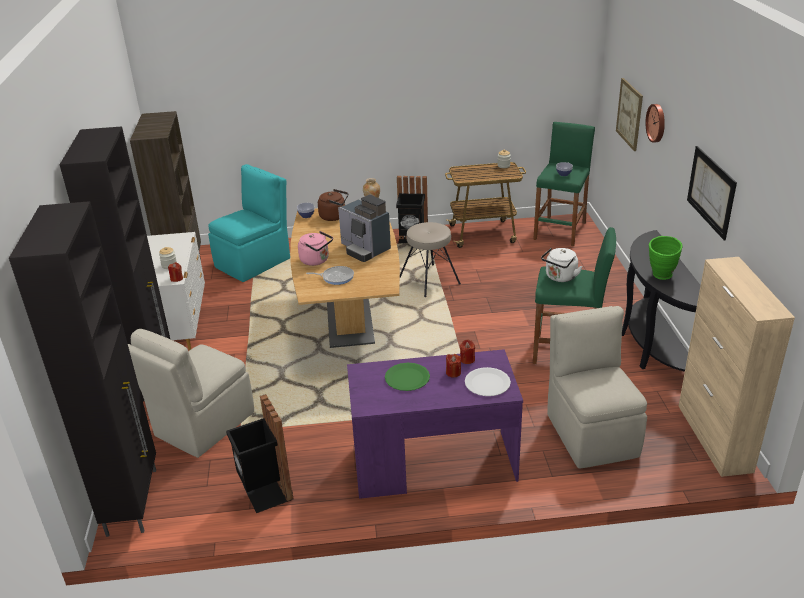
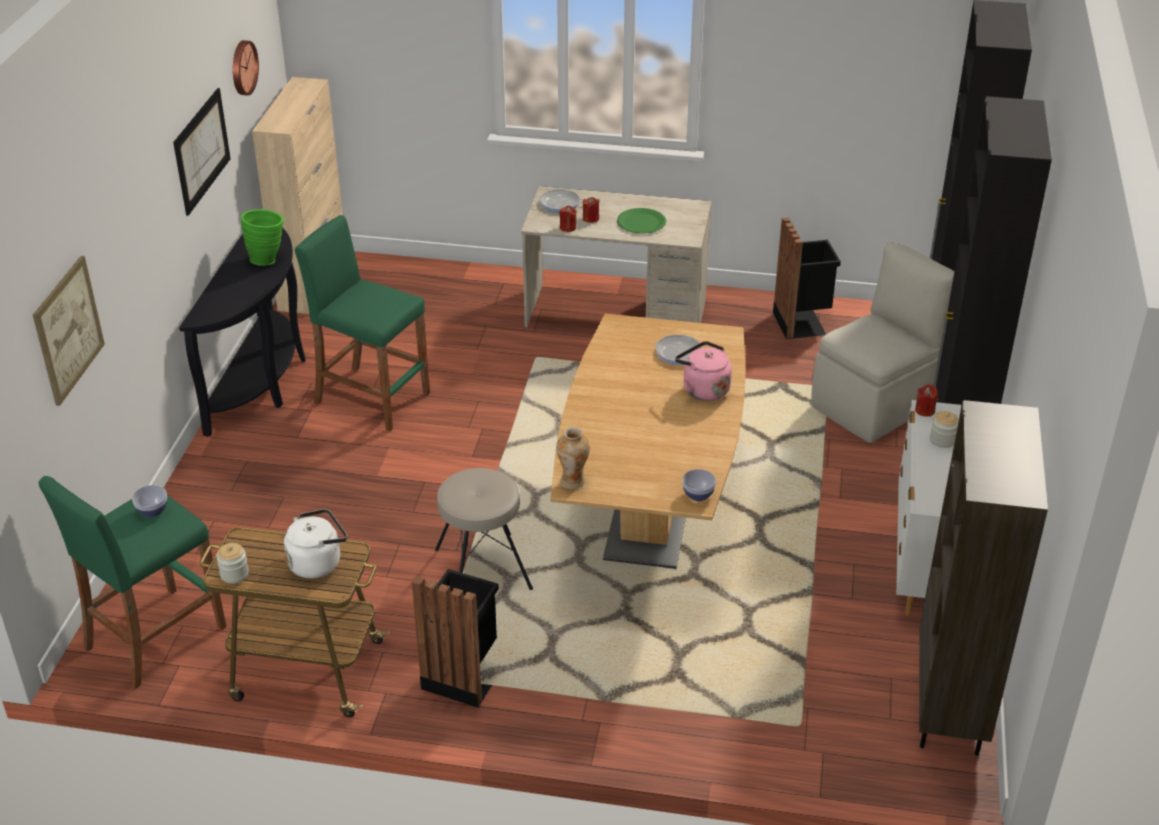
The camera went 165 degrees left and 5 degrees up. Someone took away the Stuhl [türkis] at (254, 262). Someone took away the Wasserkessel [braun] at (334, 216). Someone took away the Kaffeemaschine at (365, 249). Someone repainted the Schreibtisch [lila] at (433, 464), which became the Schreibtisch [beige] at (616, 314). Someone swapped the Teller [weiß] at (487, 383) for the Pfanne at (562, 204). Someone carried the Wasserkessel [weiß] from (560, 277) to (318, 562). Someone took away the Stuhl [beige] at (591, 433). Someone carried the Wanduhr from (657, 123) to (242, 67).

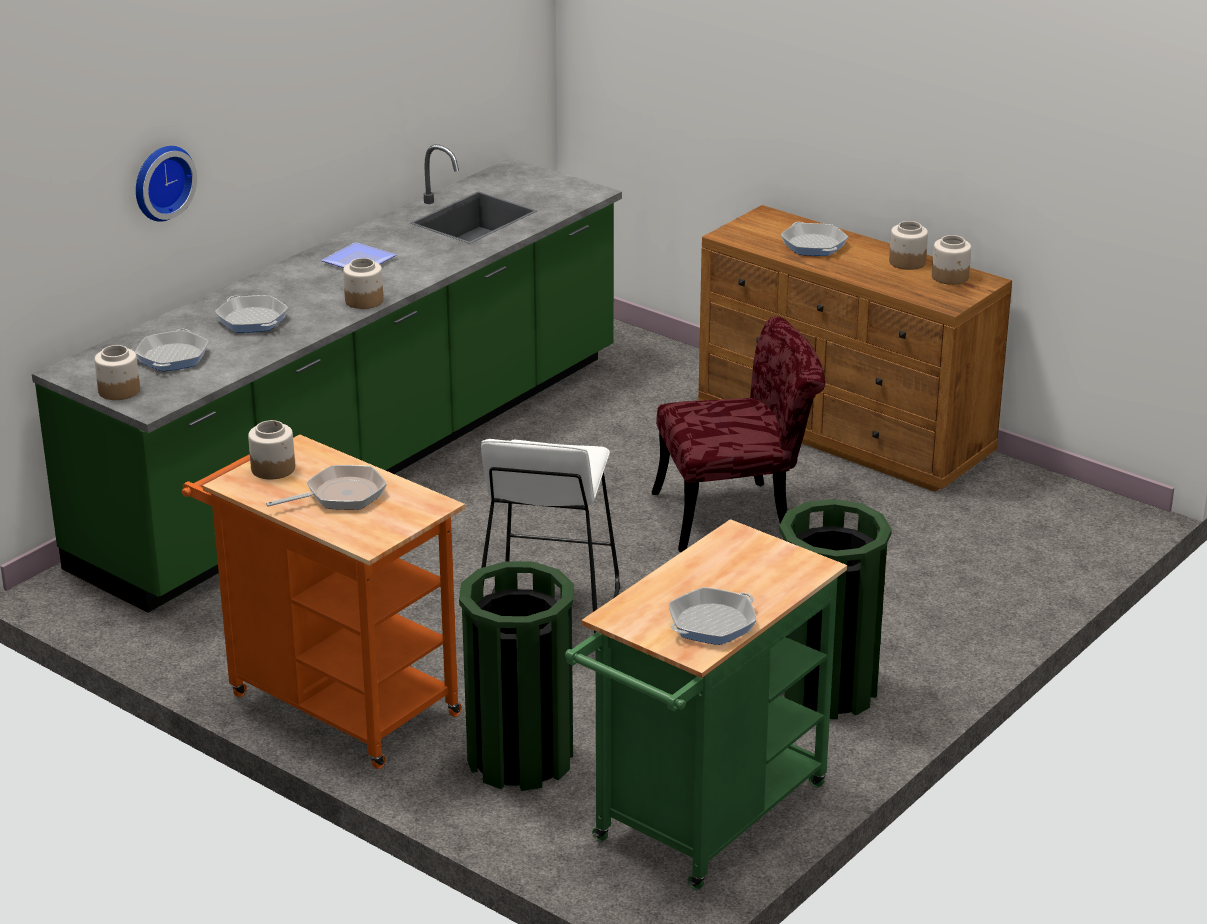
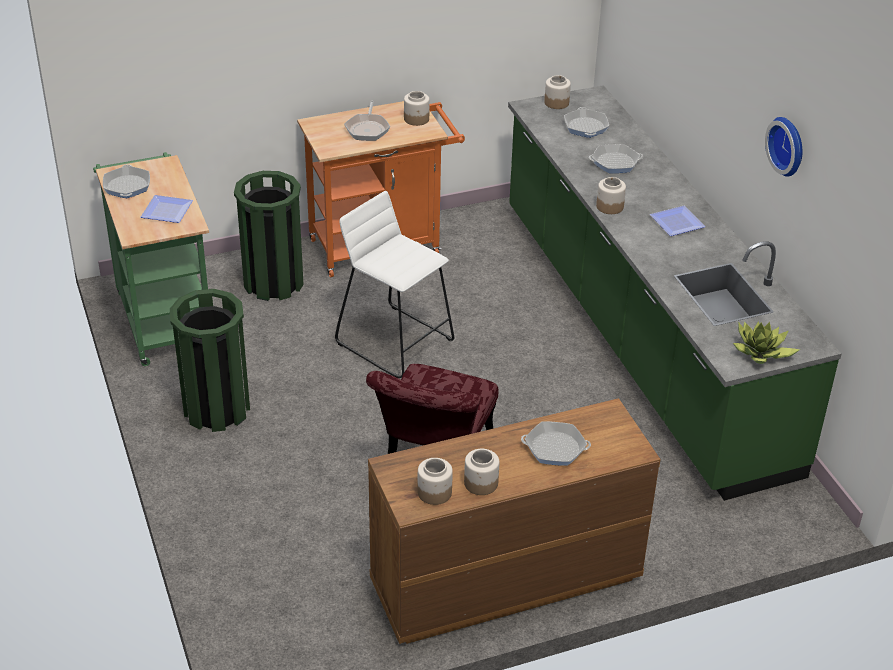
The camera went 120 degrees right and 10 degrees up. Someone rotated the Pfanne at (172, 357) by 135 degrees counterclockwise. Someone carried the Wanduhr from (161, 181) to (789, 145). Someone put down the Teller at (169, 210). Someone put down the Topfpflanze at (761, 352).

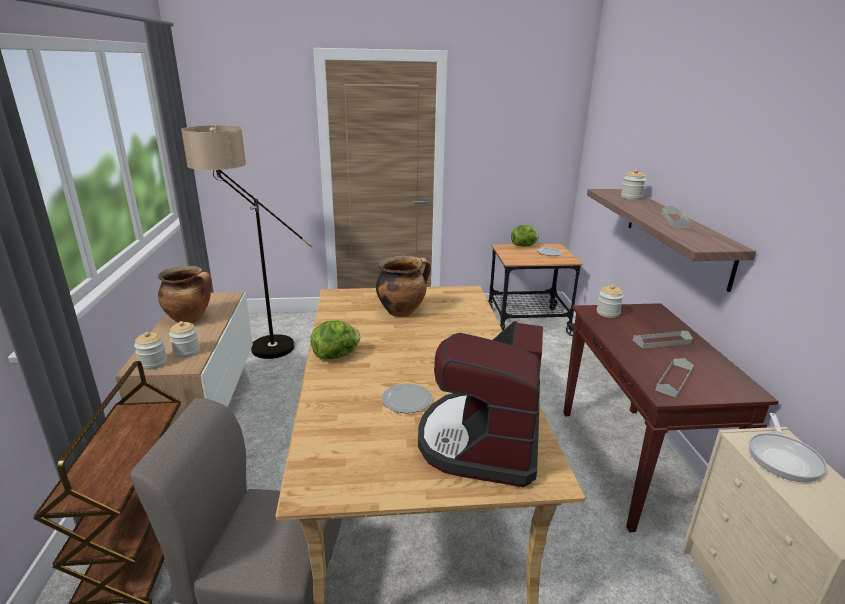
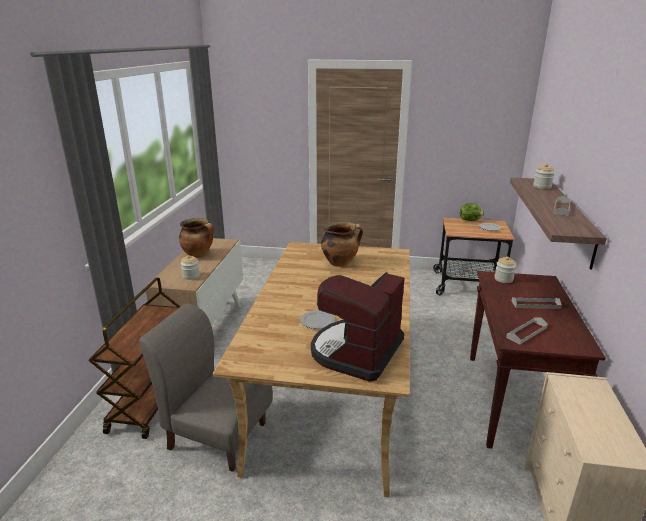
The camera went 15 degrees right and 0 degrees up. Someone took away the Vorratsglas at (153, 363). Someone took away the Stehlampe at (256, 346). Someone took away the Salatkopf at (336, 356). Someone took away the Pfanne at (783, 458).

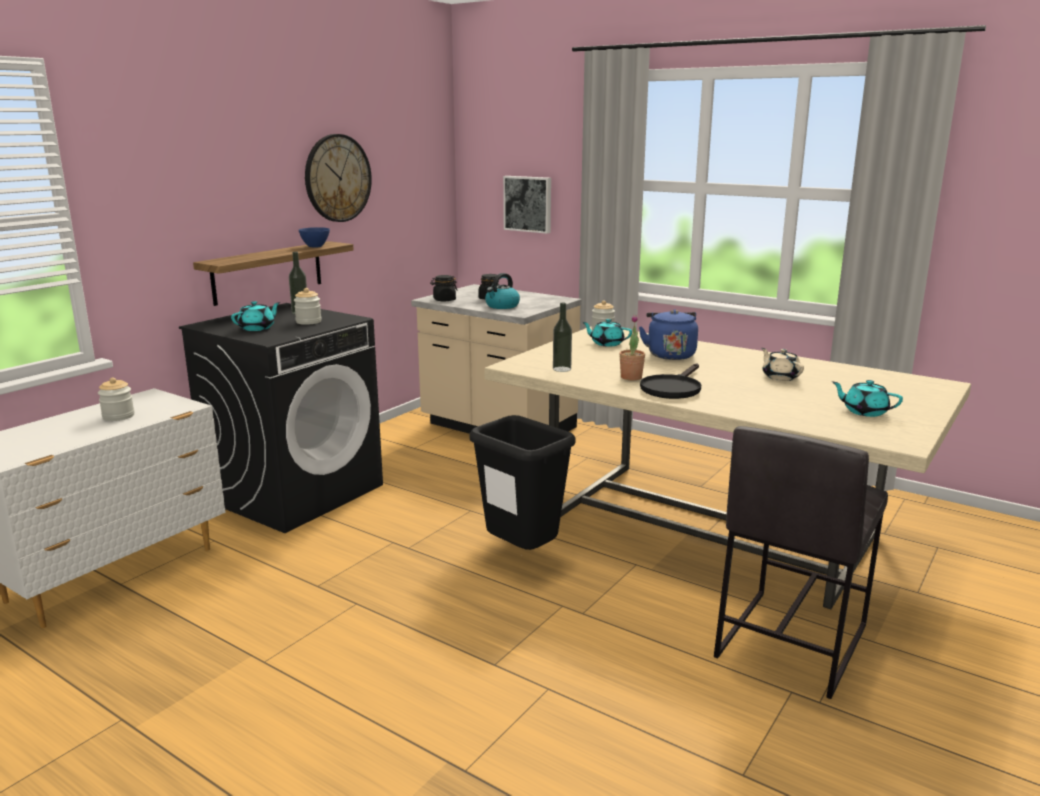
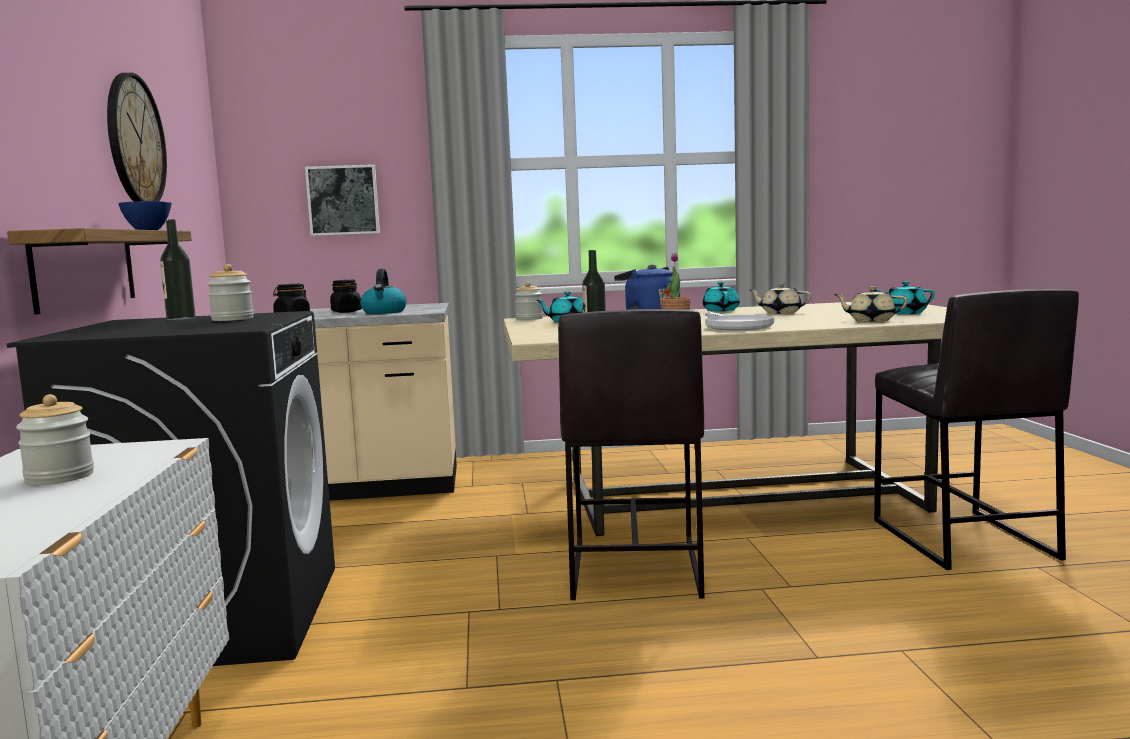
The camera went 40 degrees left and 10 degrees down. Someone carried the Teekanne [türkis] from (257, 328) to (721, 310). Someone swapped the Mülleimer [schwarz] at (521, 555) for the Hocker [grau] at (633, 568). Someone repainted the Pfanne [schwarz] at (673, 388), which became the Pfanne [weiß] at (734, 326). Someone put down the Teekanne [beige] at (870, 320).

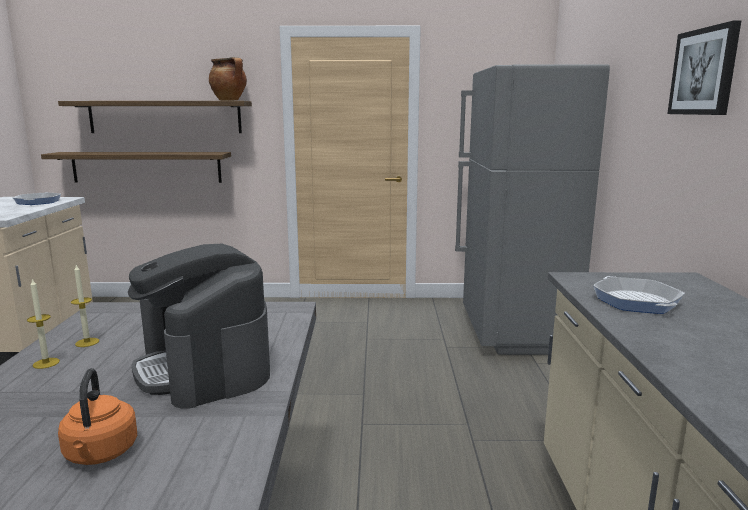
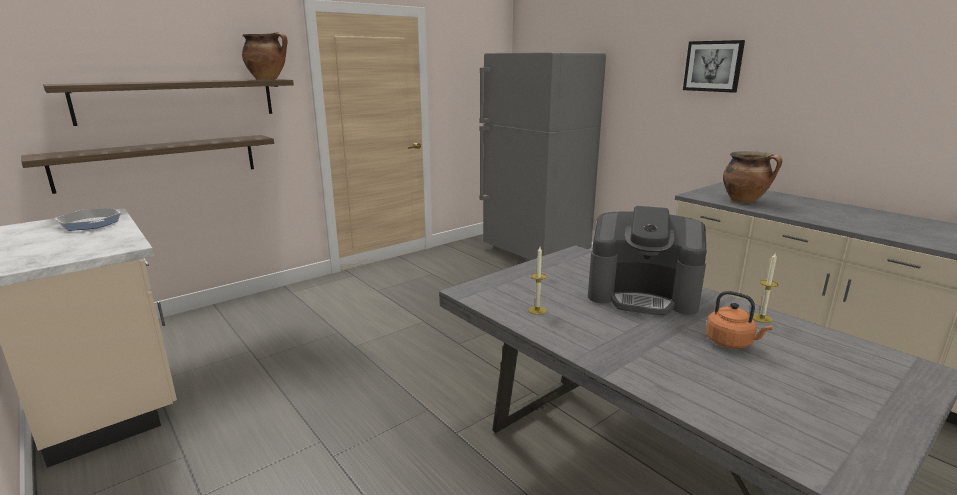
The camera went 40 degrees left and 5 degrees up. Someone carried the Kerze from (46, 363) to (761, 318). Someone swapped the Pfanne at (636, 301) for the Kochtopf at (745, 200).

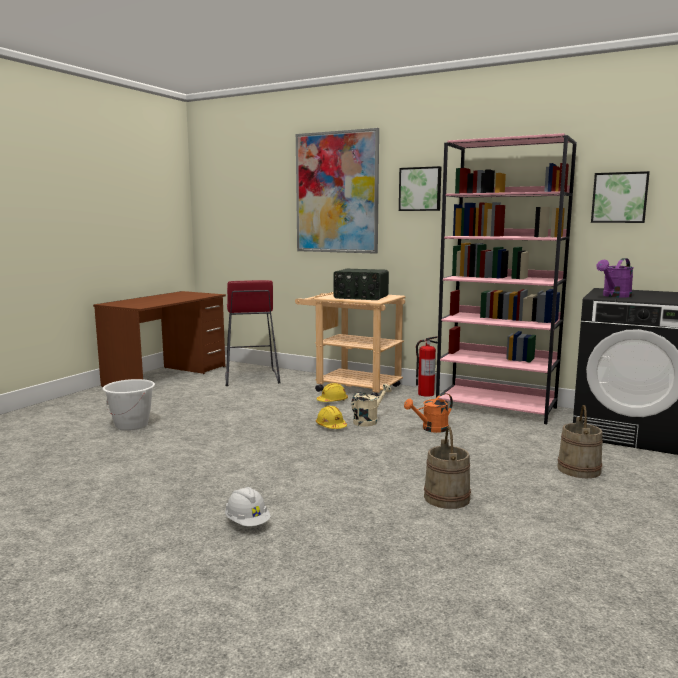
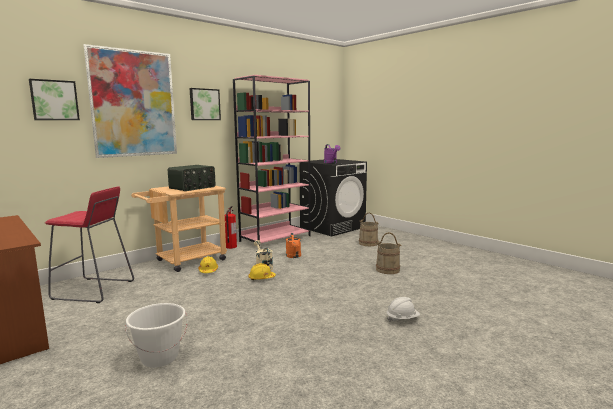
The camera went 70 degrees left and 0 degrees up. Someone carried the Bild from (619, 197) to (54, 100).

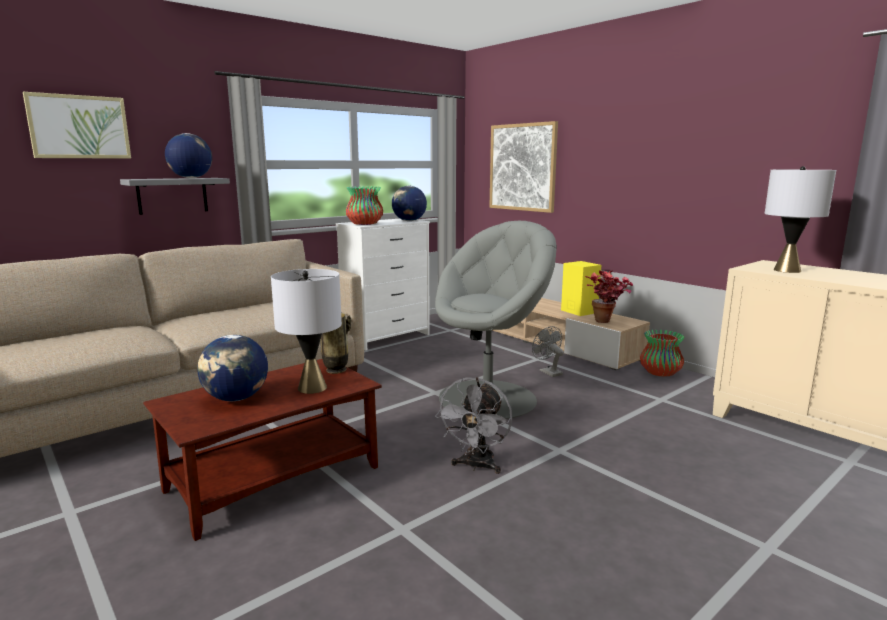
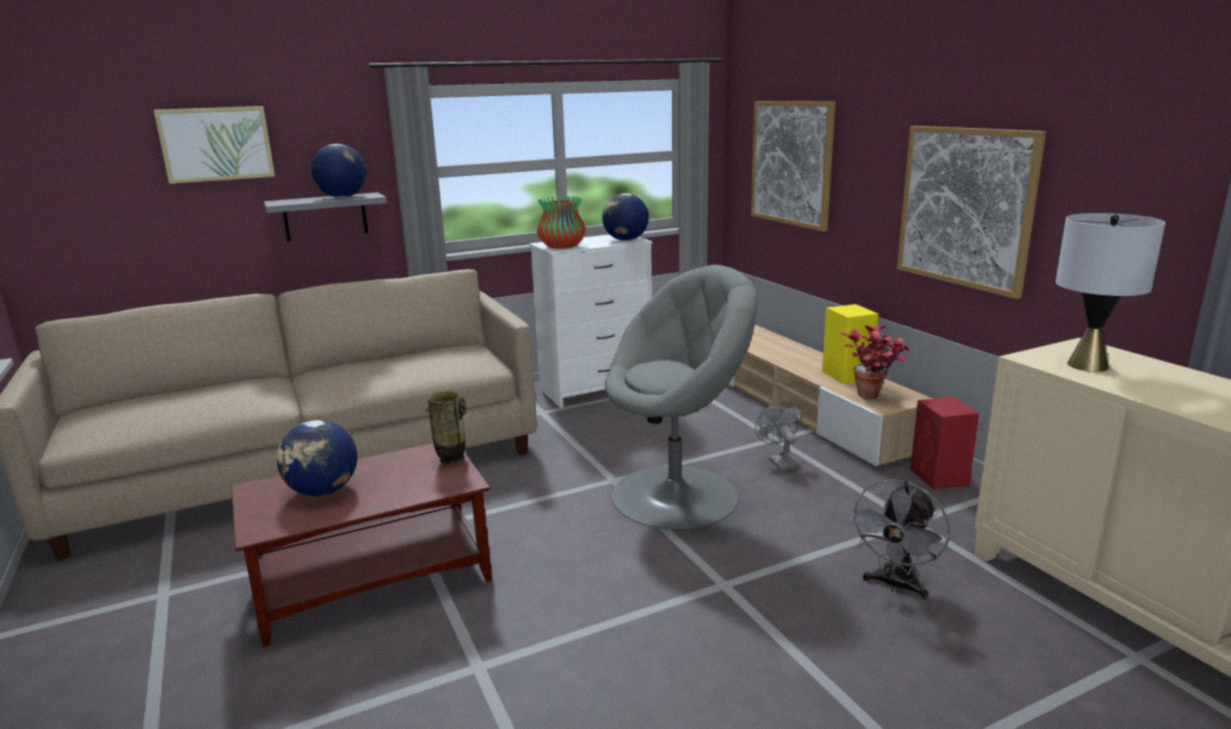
The camera went 15 degrees right and 5 degrees up. Someone took away the Tischlampe [grau] at (312, 388). Someone carried the Ventilator [grau] from (476, 466) to (895, 585). Someone swapped the Vase at (660, 373) for the Lautsprecher [rot] at (940, 478). Someone put up the Bild at (965, 207).

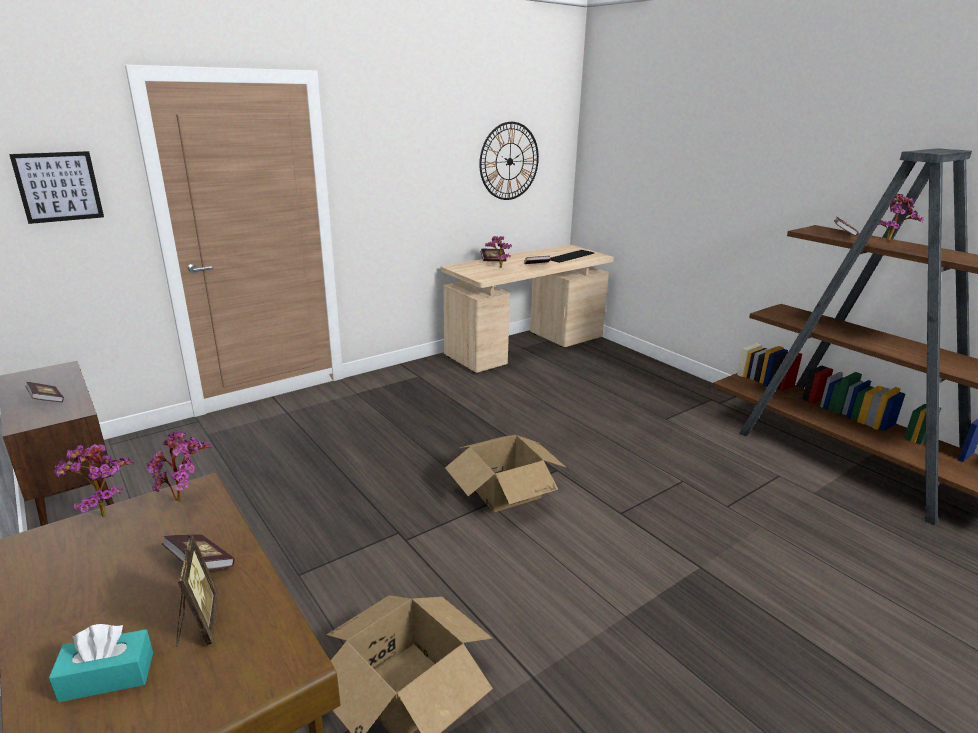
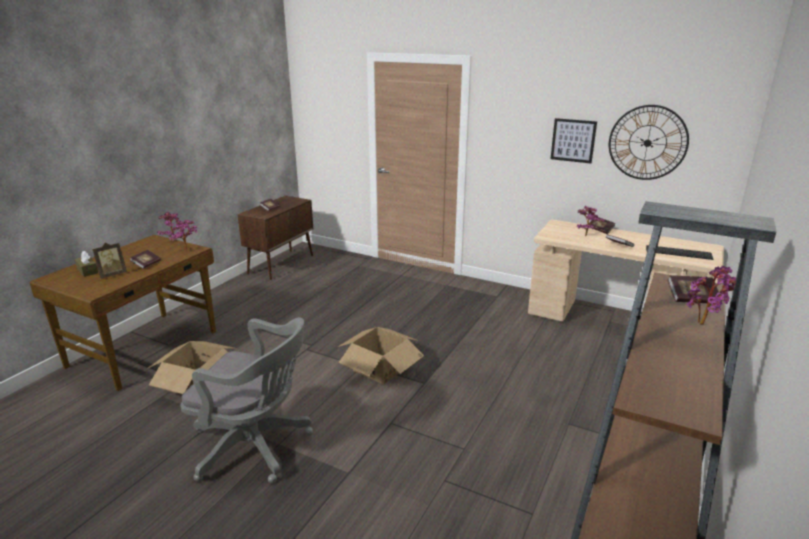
The camera went 65 degrees right and 0 degrees up. Someone carried the Bild from (58, 187) to (573, 140). Someone repainted the Taschentuchbox [türkis] at (107, 676), which became the Taschentuchbox [braun] at (87, 271). Someone put down the Bürostuhl [grau] at (256, 447).

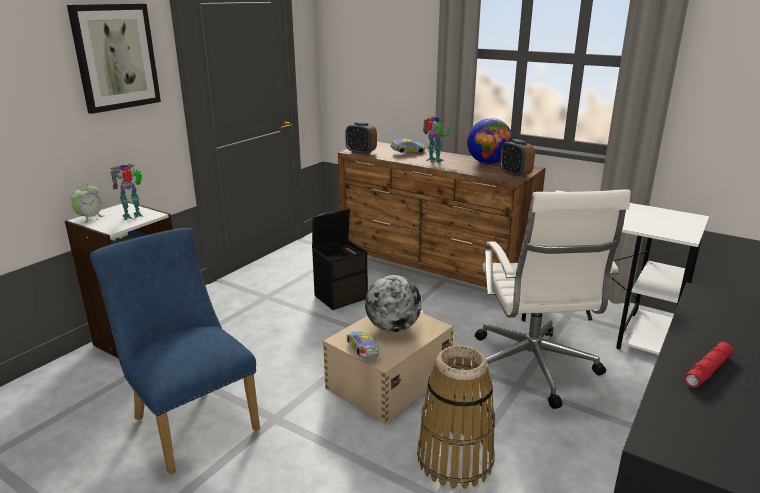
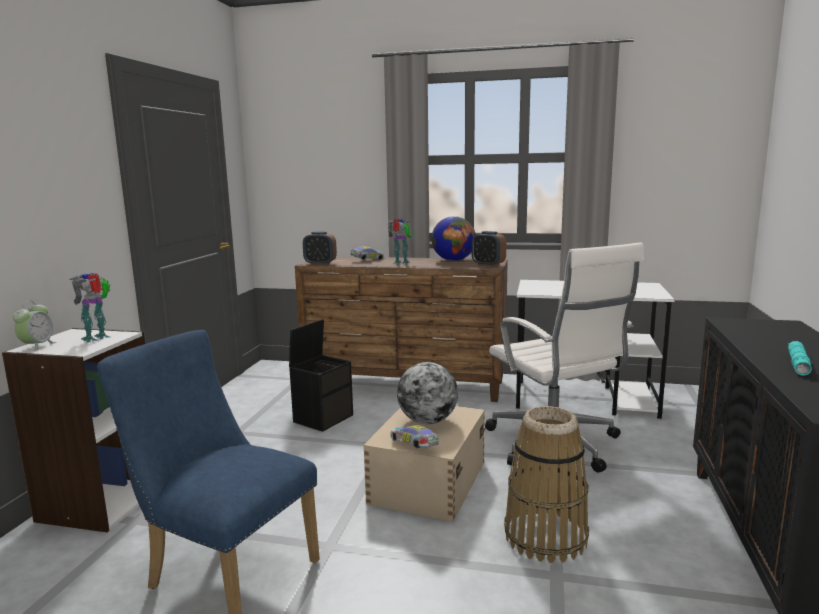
The camera went 20 degrees left and 10 degrees down. Someone took away the Bild at (115, 57). Someone repainted the Taschenlampe [rot] at (708, 370), which became the Taschenlampe [türkis] at (798, 364).

